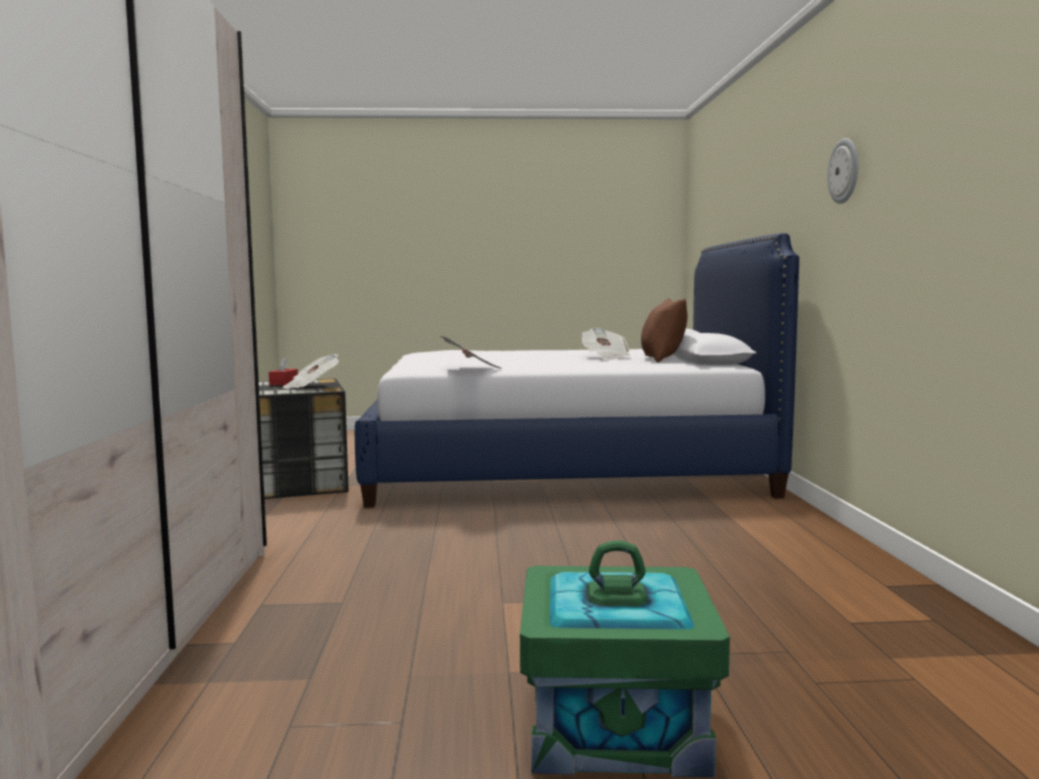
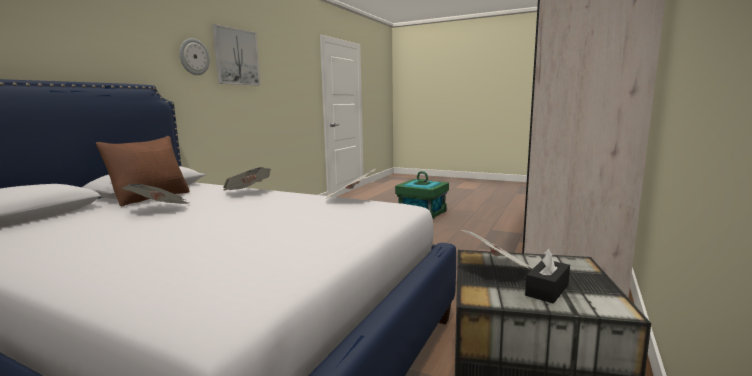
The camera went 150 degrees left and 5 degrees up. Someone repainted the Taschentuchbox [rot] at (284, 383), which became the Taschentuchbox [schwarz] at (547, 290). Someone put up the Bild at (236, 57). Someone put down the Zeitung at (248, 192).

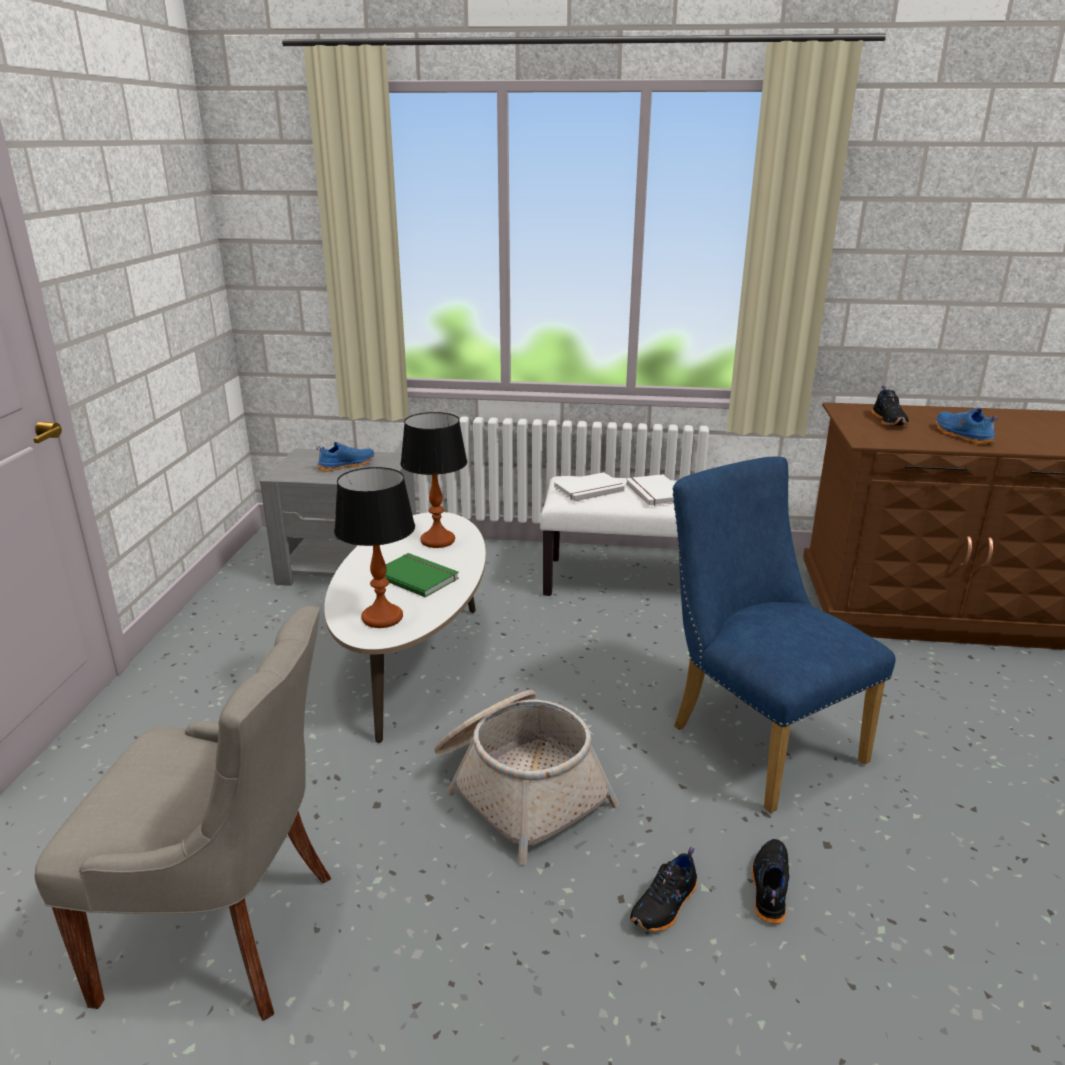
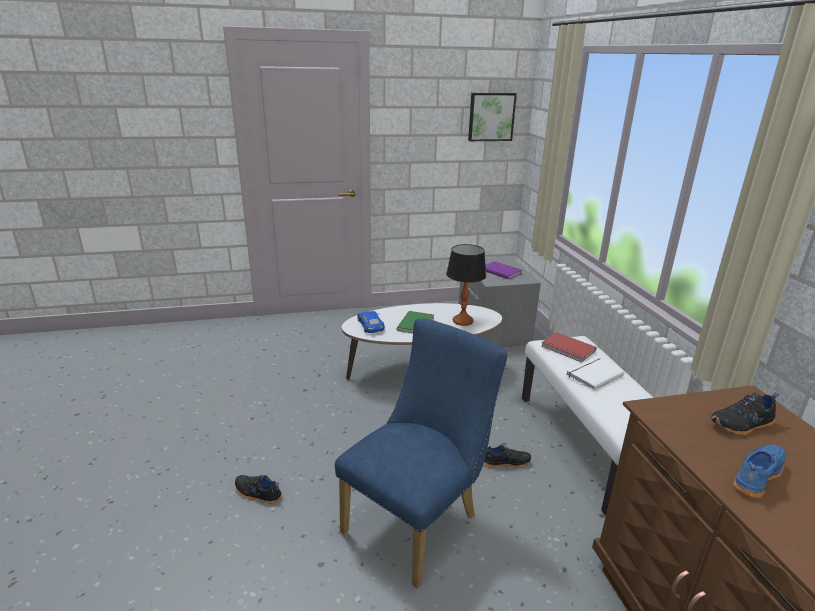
The camera went 70 degrees right and 0 degrees up. Someone took away the Stuhl [grau] at (227, 933). Someone swapped the Schuh [blau] at (346, 465) for the Buch [lila] at (501, 271). Someone swapped the Tischlampe at (382, 618) for the Spielzeugauto [blau] at (370, 325). Someone took away the Korb at (518, 787). Someone repainted the Buch [weiß] at (590, 490), which became the Buch [rot] at (567, 349). Someone carried the Schuh [schwarz] from (768, 887) to (505, 462). Someone put up the Bild at (491, 117).

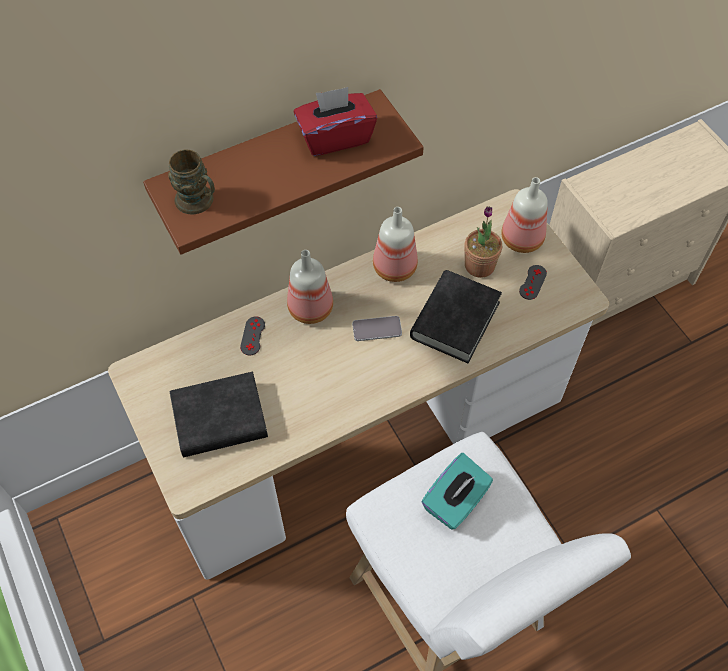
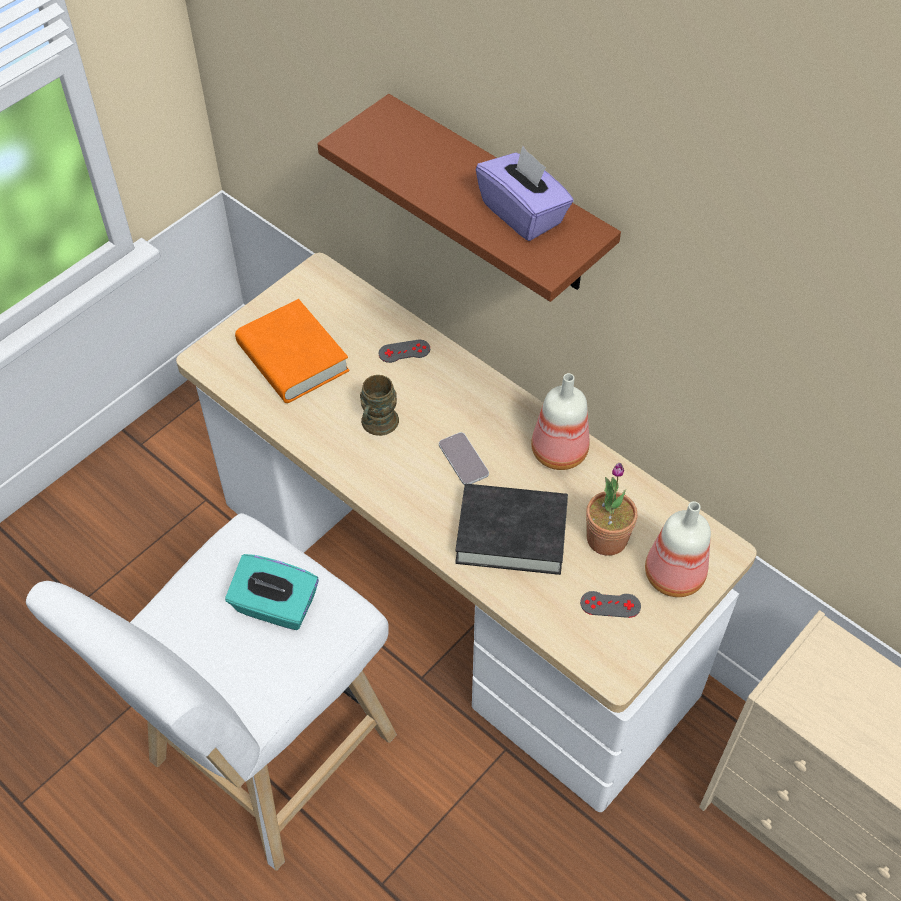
The camera went 70 degrees right and 5 degrees down. Someone carried the Henkelbecher [braun] from (199, 203) to (377, 426). Someone repainted the Buch [schwarz] at (220, 419), which became the Buch [orange] at (292, 358). Someone took away the Flasche at (312, 308). Someone repainted the Taschentuchbox [rot] at (335, 137), which became the Taschentuchbox [lila] at (523, 213).

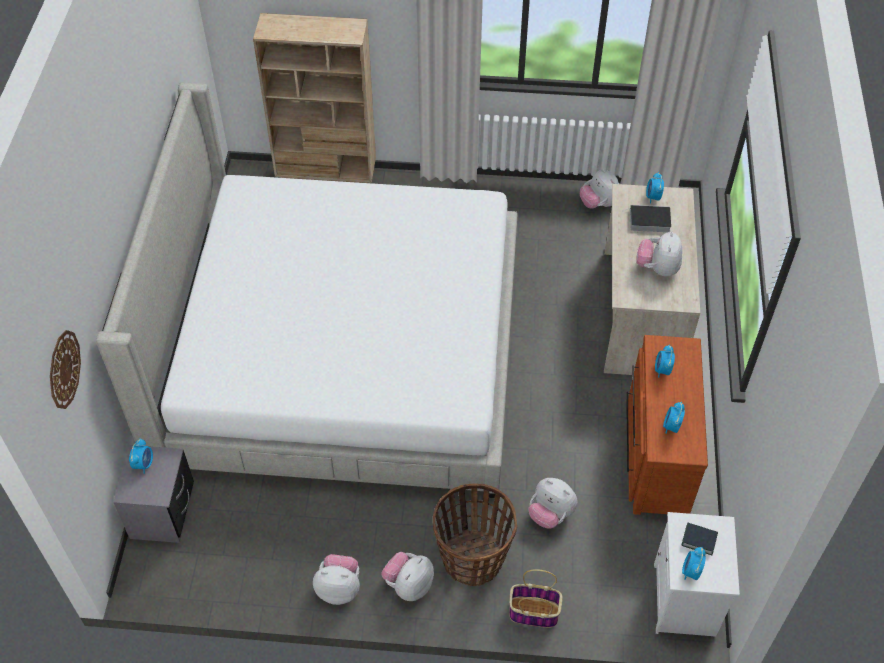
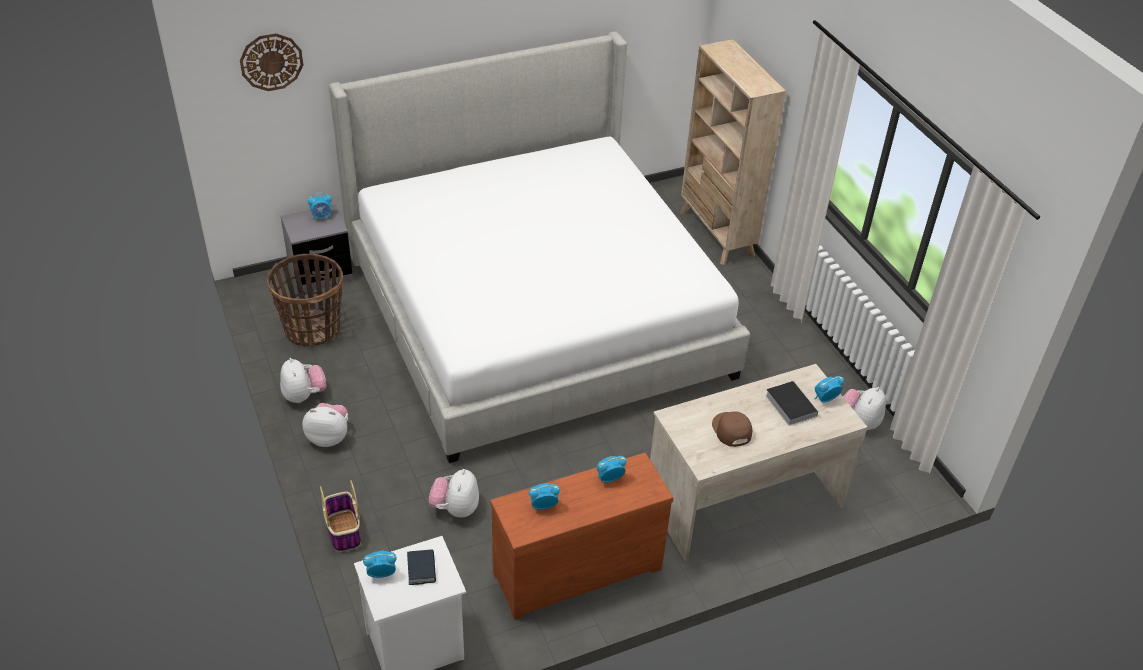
The camera went 60 degrees right and 10 degrees down. Someone carried the Korb from (472, 558) to (313, 330). Someone swapped the Plüschtier at (657, 268) for the Kappe [braun] at (731, 430).

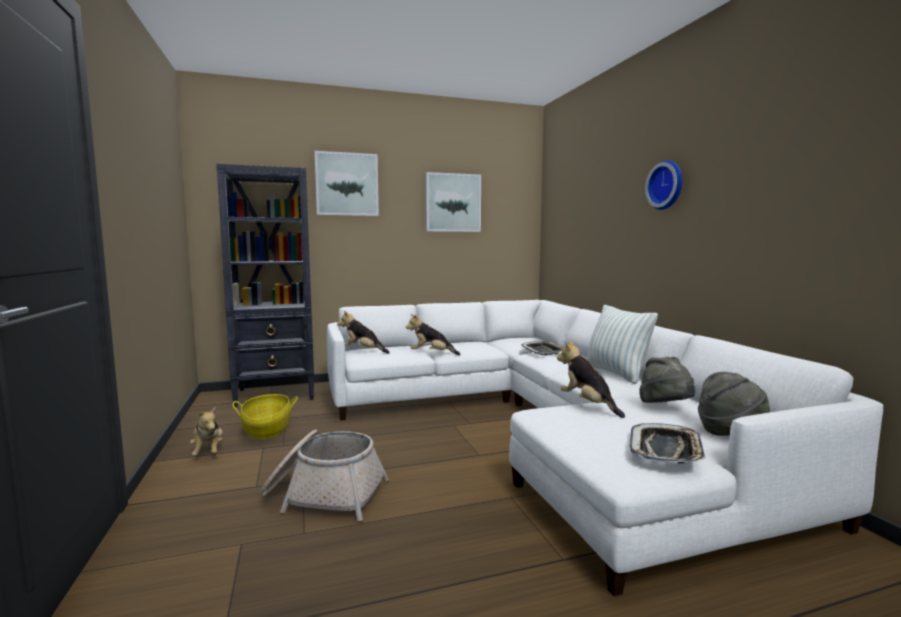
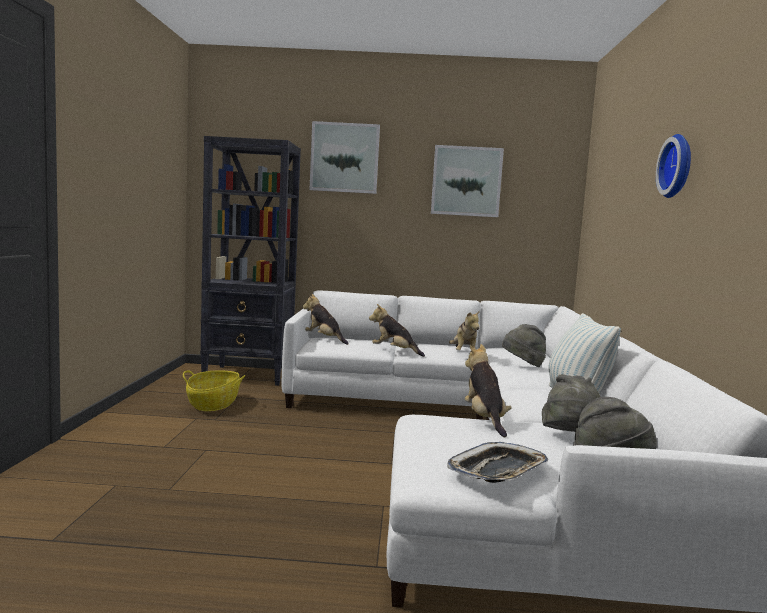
The camera went 20 degrees right and 0 degrees up. Someone carried the Plüschtier from (209, 452) to (463, 353). Someone took away the Korb at (324, 494). Someone swapped the Tablett at (543, 351) for the Hut [grau] at (523, 365).

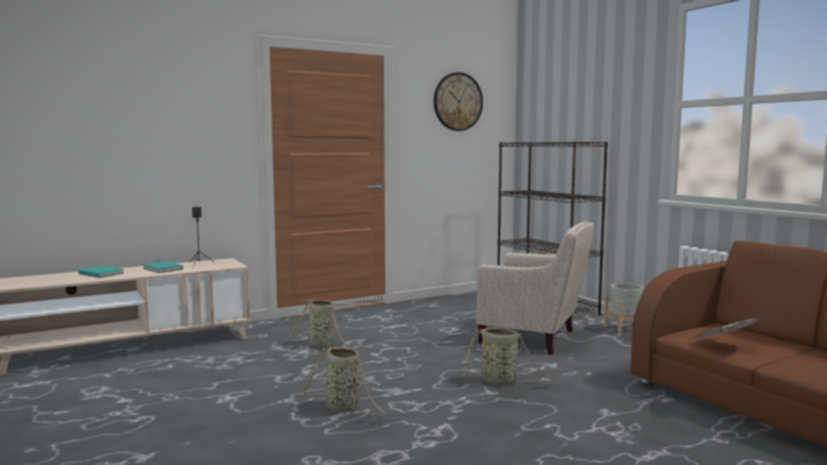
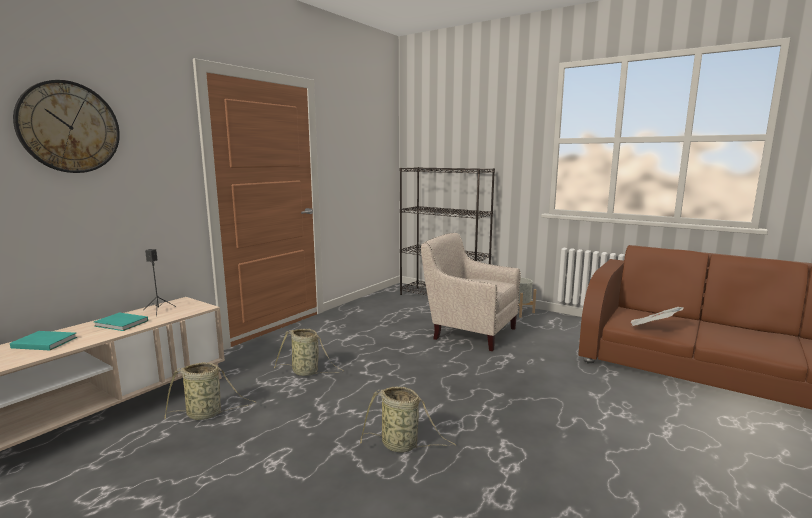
The camera went 25 degrees left and 5 degrees up. Someone carried the Wanduhr from (457, 101) to (69, 127). Someone carried the Korb from (501, 382) to (207, 414). Someone rotated the Sessel [beige] at (534, 338) by 150 degrees counterclockwise.

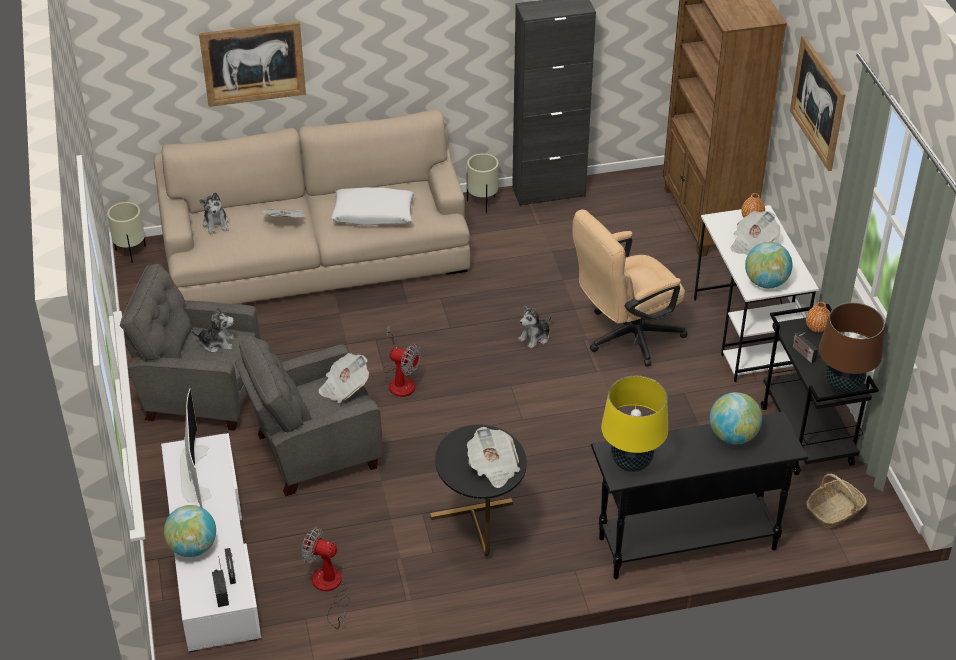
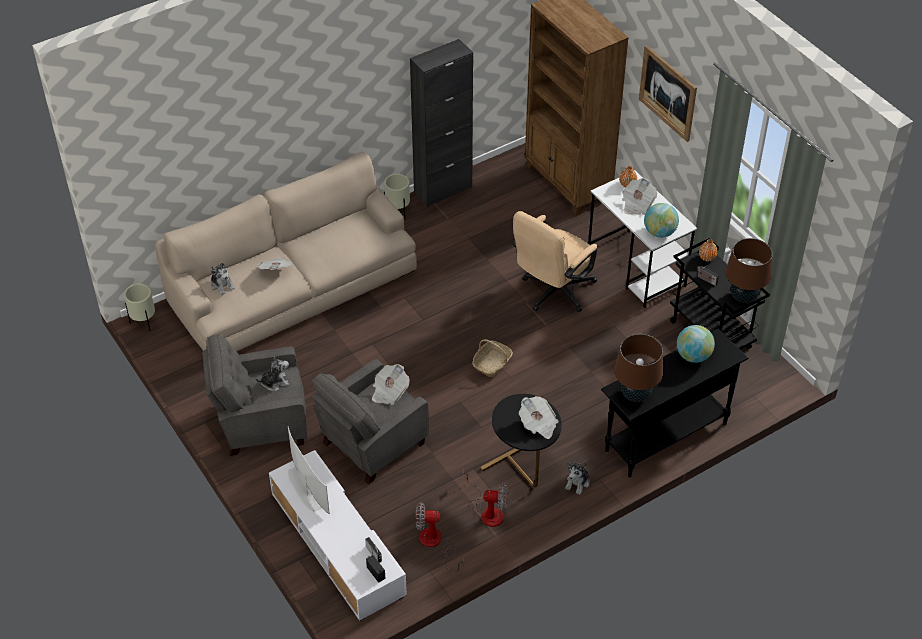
The camera went 20 degrees left and 5 degrees up. Someone took away the Globus at (193, 547). Someone took away the Bild at (253, 63). Someone took away the Kissen [weiß] at (373, 214). Someone carried the Ventilator from (400, 380) to (487, 511). Someone carried the Plüschtier from (535, 337) to (577, 482). Someone repainted the Tischlampe [gelb] at (631, 463), which became the Tischlampe [braun] at (635, 395). Someone carried the Korb from (834, 511) to (492, 363).

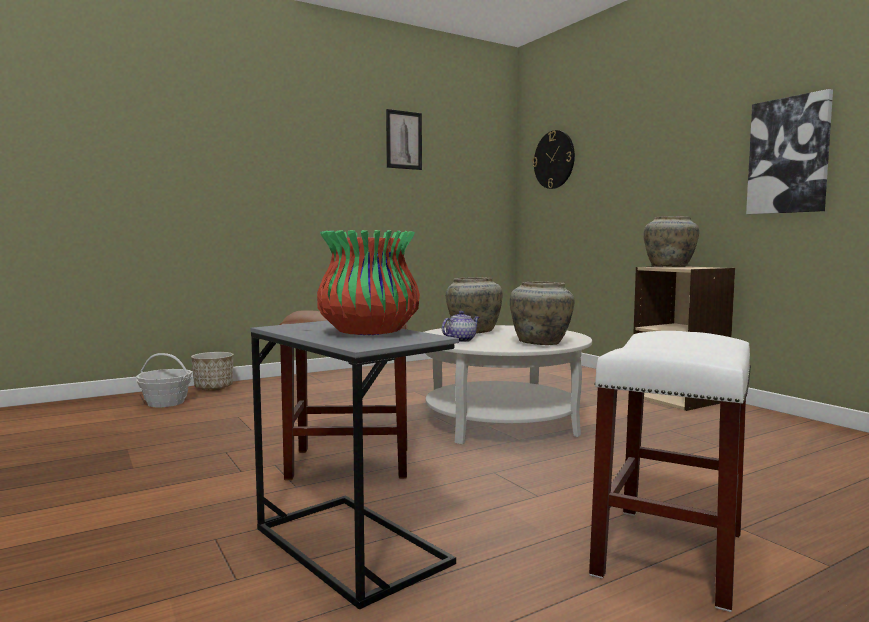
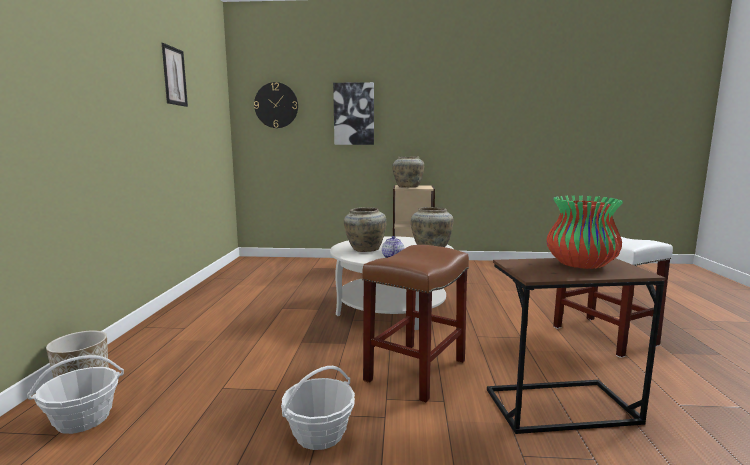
The camera went 55 degrees left and 5 degrees up. Someone repainted the Beistelltisch [grau] at (350, 545), which became the Beistelltisch [braun] at (560, 406). Someone carried the Bild from (789, 155) to (354, 114). Someone put down the Korb at (319, 434).

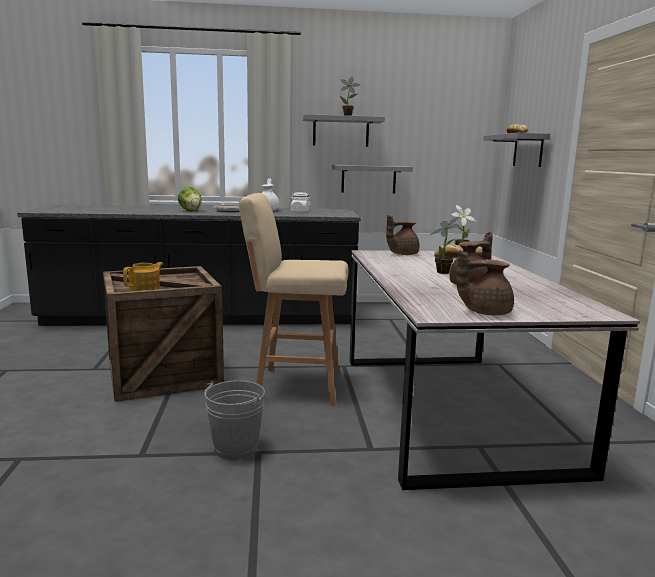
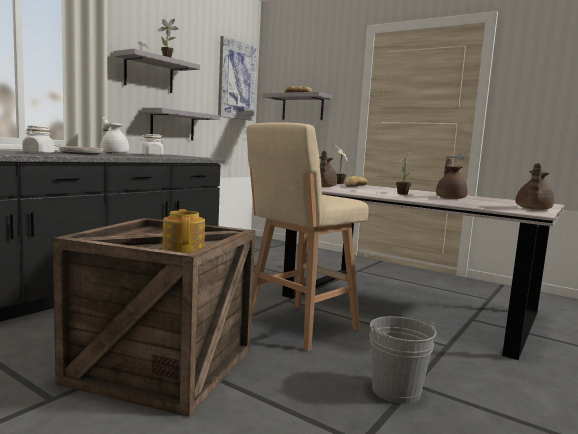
The camera went 50 degrees left and 5 degrees down. Someone swapped the Salatkopf at (190, 211) for the Vorratsglas [weiß] at (38, 153). Someone put up the Bild at (236, 80).

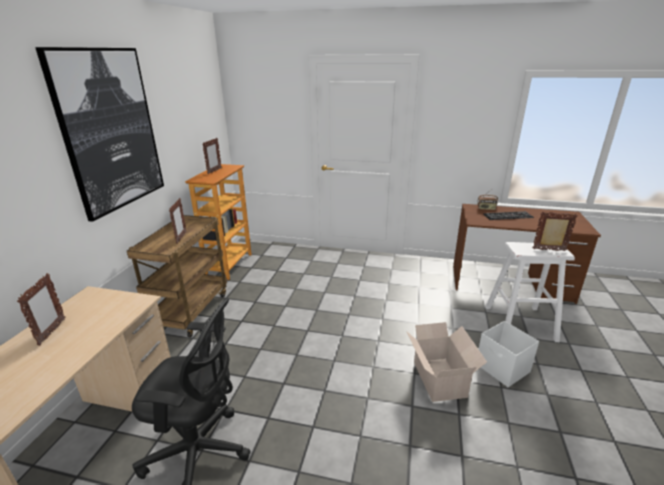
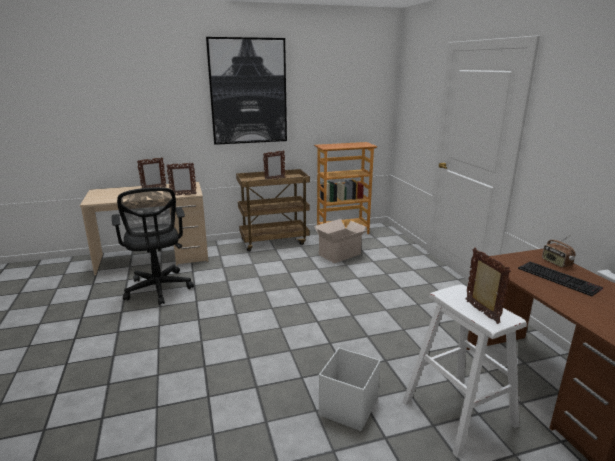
The camera went 60 degrees right and 5 degrees down. Someone carried the Bilderrahmen from (214, 171) to (183, 195). Someone carried the Karton from (439, 378) to (341, 254).

